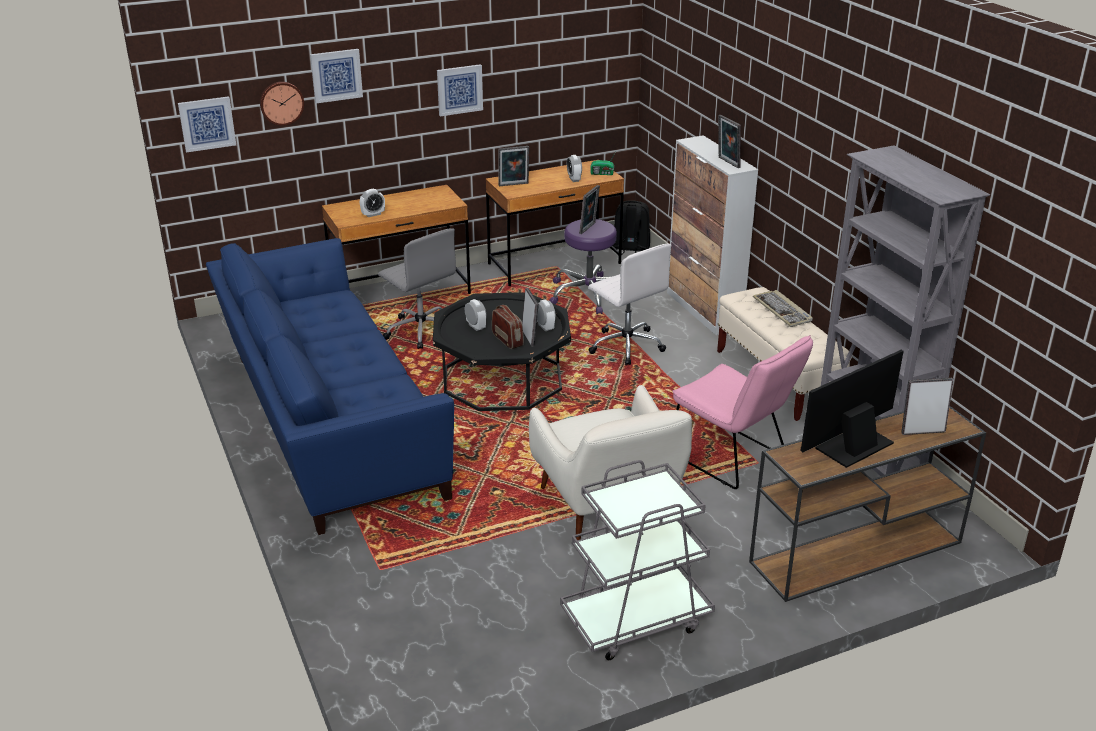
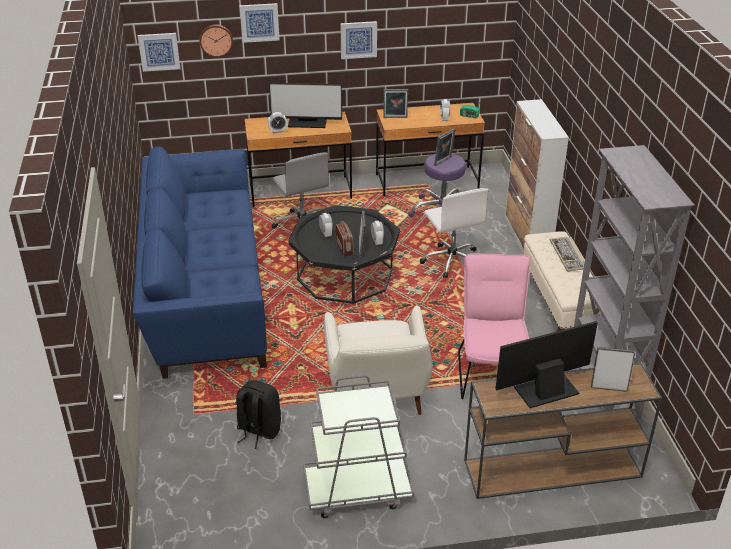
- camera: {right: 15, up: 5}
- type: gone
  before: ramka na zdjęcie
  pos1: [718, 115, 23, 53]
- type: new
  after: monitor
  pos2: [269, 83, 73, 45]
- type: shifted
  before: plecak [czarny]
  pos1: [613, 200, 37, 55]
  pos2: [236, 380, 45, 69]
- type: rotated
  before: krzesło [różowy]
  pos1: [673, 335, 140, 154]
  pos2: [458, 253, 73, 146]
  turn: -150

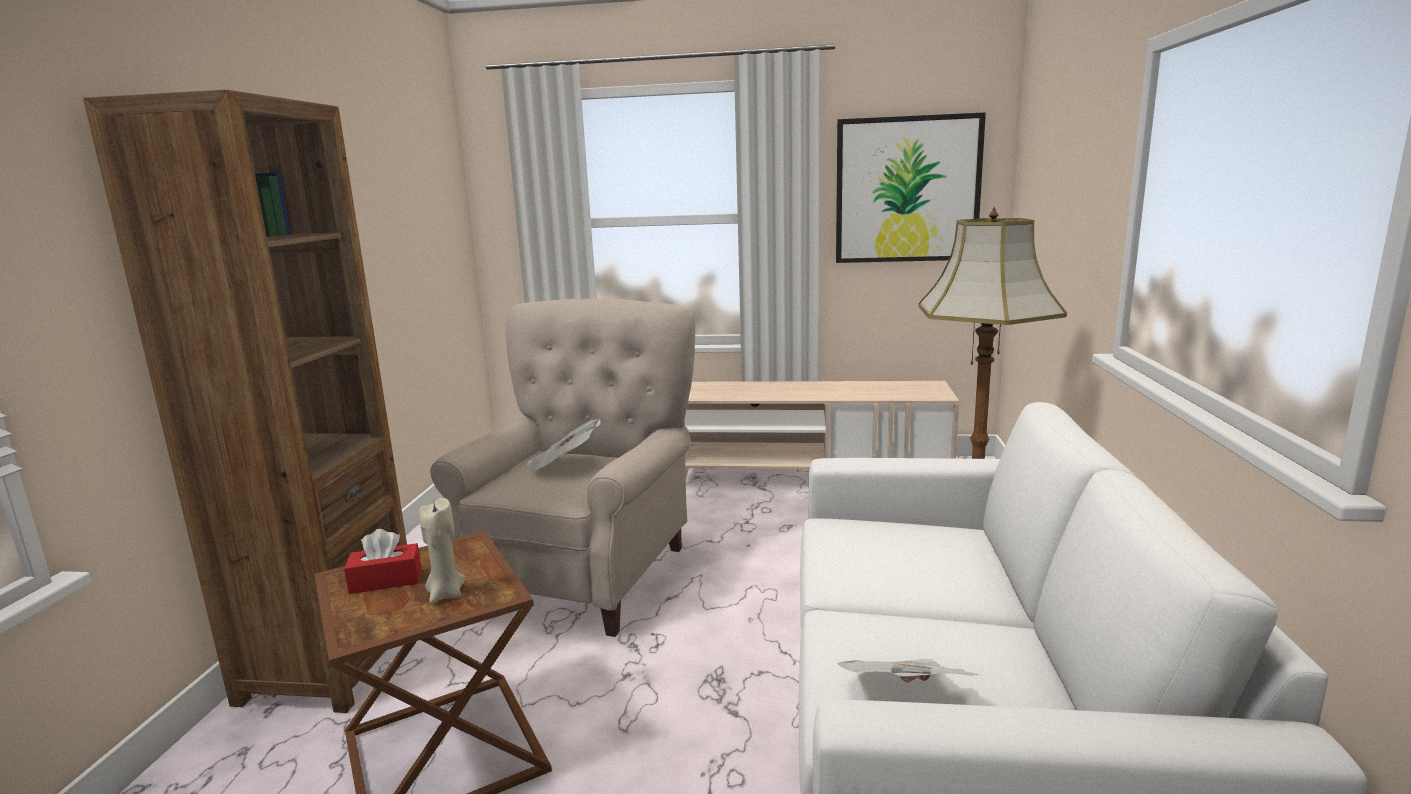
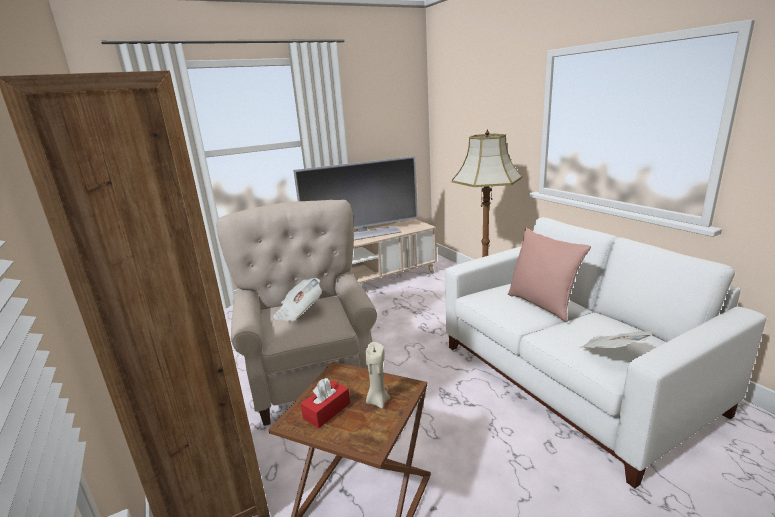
- camera: {right: -35, up: 5}
- type: gone
  before: obraz
  pos1: [836, 112, 150, 151]
- type: new
  after: telewizor
  pos2: [293, 156, 125, 84]
- type: new
  after: poduszka [różowy]
  pos2: [508, 228, 83, 94]

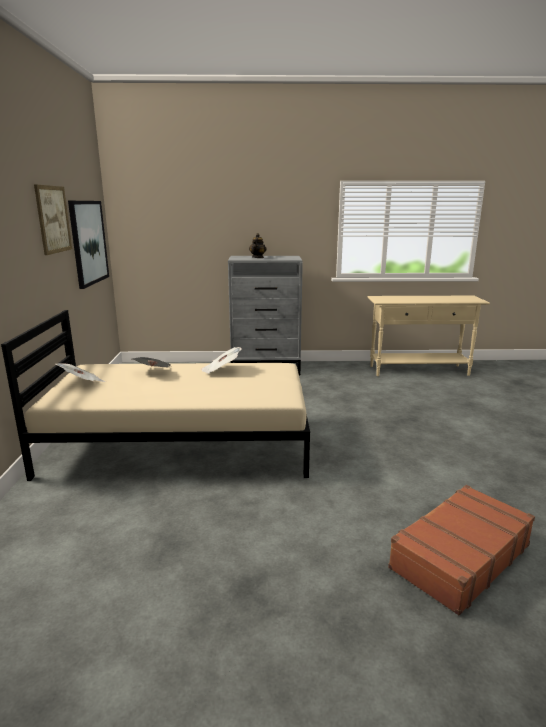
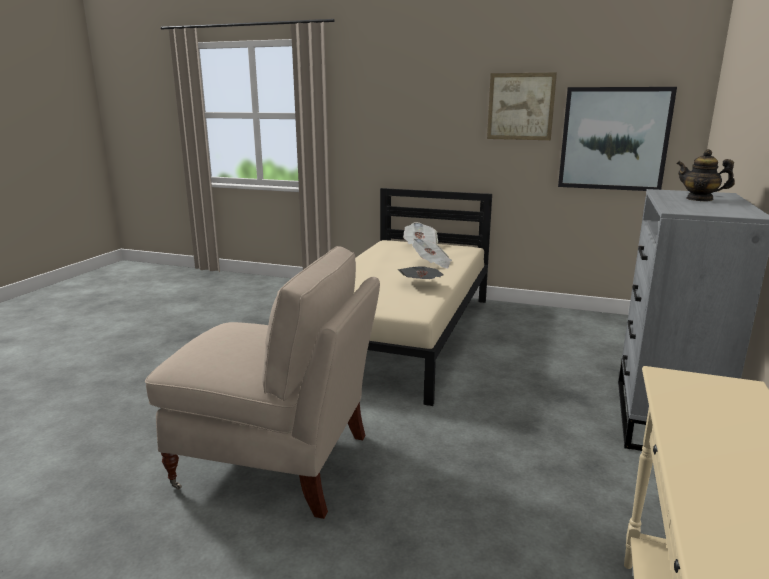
- camera: {right: 110, up: 0}
- type: gone
  before: walizka [brązowy]
  pos1: [388, 485, 147, 131]
- type: new
  after: krzesło [beżowy]
  pos2: [145, 246, 235, 273]

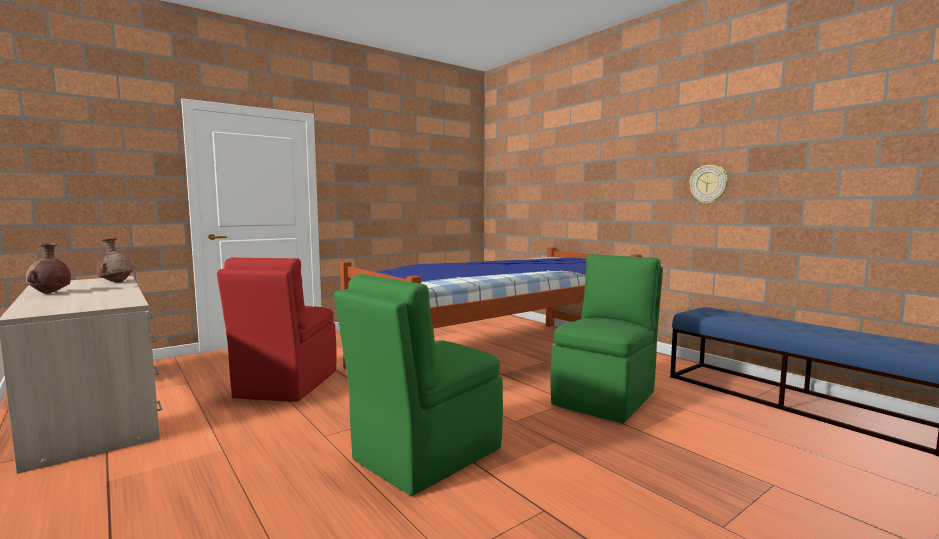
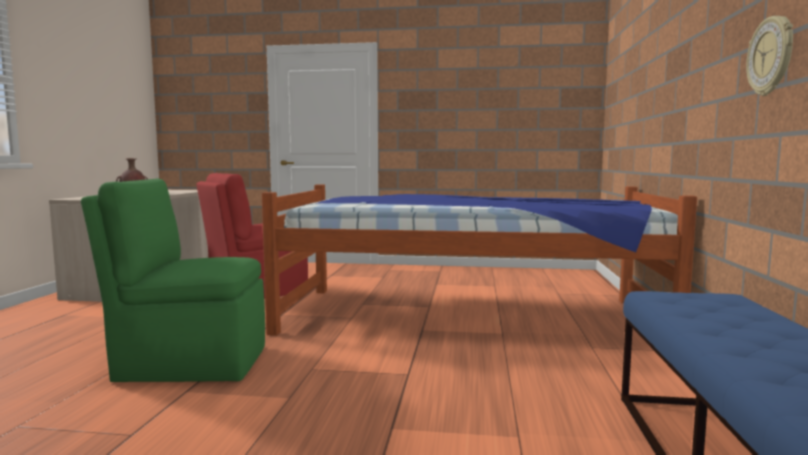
- camera: {right: 45, up: 0}
- type: gone
  before: wazon [brązowy]
  pos1: [96, 238, 38, 45]
- type: gone
  before: krzesło [zielony]
  pos1: [551, 254, 112, 169]

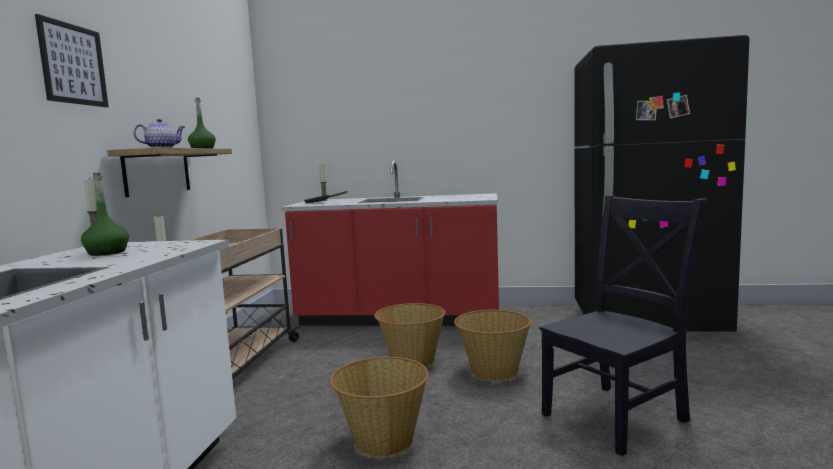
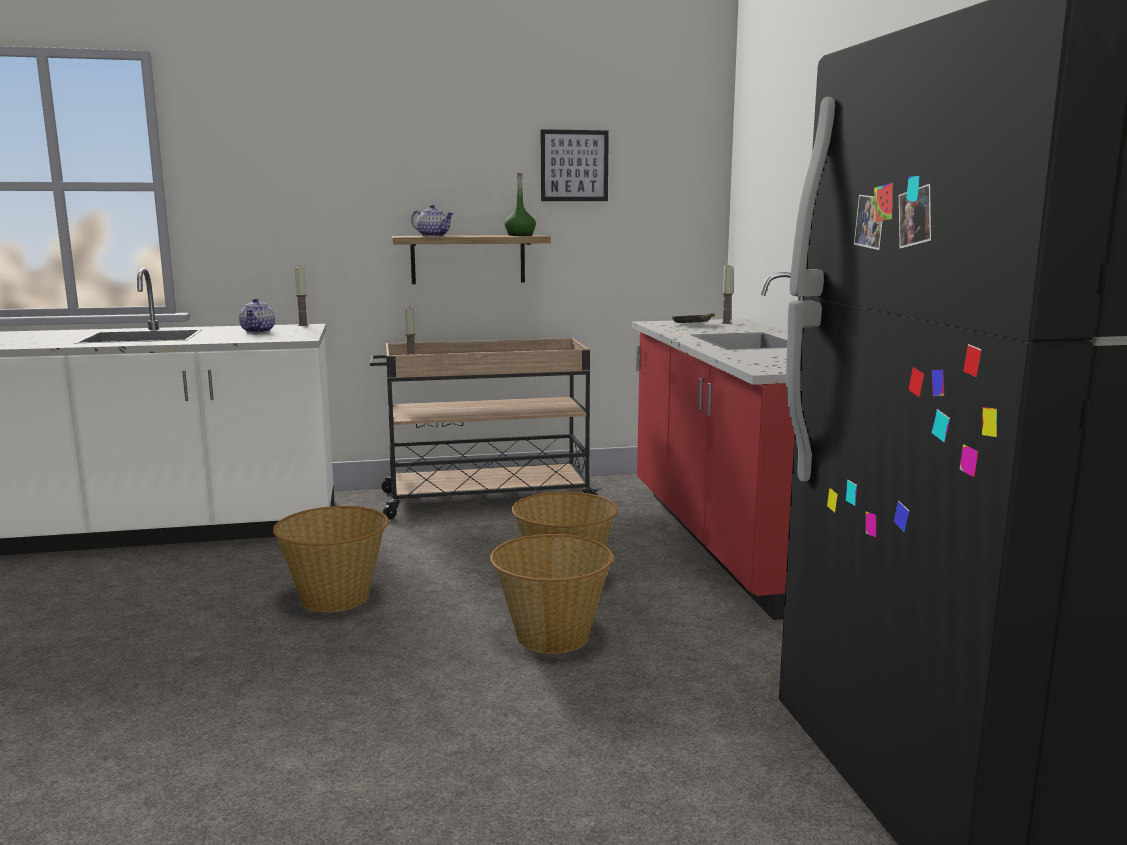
- camera: {right: 70, up: 5}
- type: gone
  before: krzesło [czarny]
  pos1: [539, 195, 168, 261]
- type: shifted
  before: obraz
  pos1: [35, 14, 74, 93]
  pos2: [540, 129, 69, 72]
- type: swapped
  before: butelka [zielony]
  after: imbryk
  pos1: [81, 173, 48, 83]
  pos2: [239, 298, 36, 35]

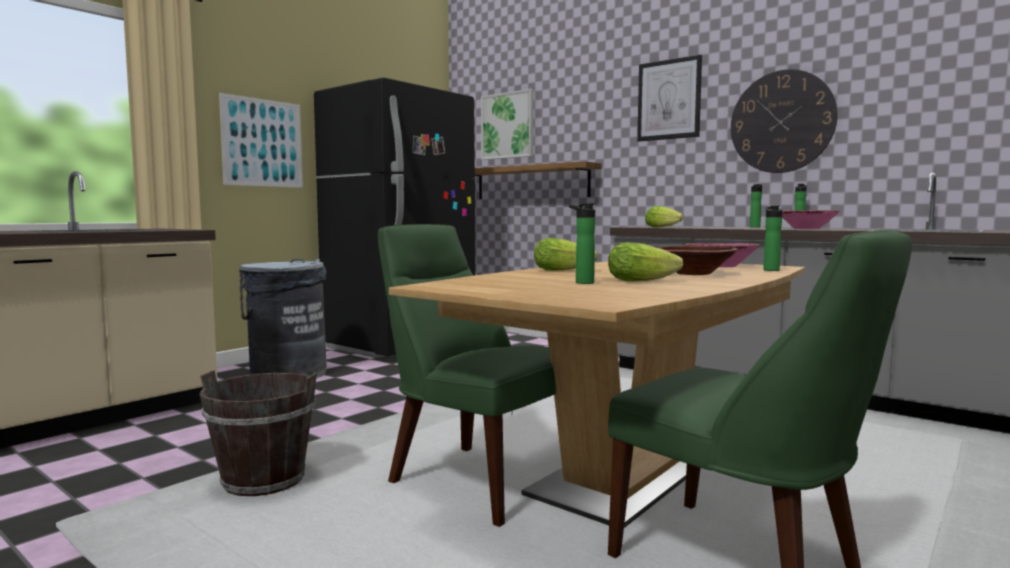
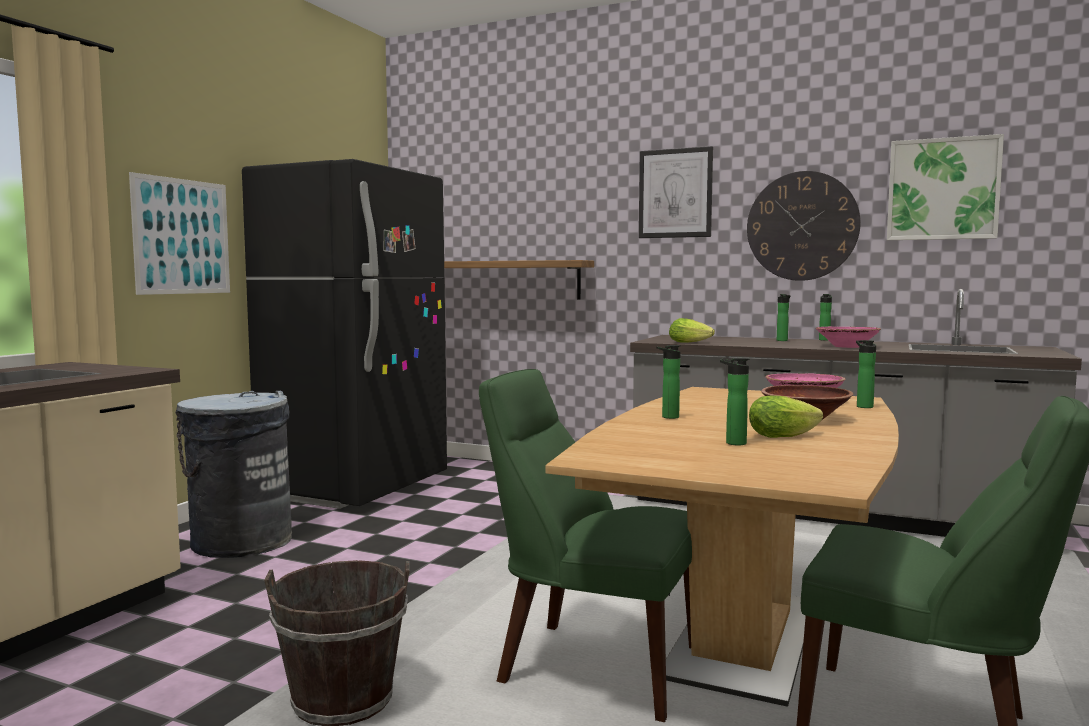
- camera: {right: -15, up: 0}
- type: shifted
  before: obraz
  pos1: [481, 89, 53, 71]
  pos2: [887, 134, 117, 106]
- type: swapped
  before: sałata
  after: butelka
  pos1: [534, 238, 64, 33]
  pos2: [656, 345, 25, 74]

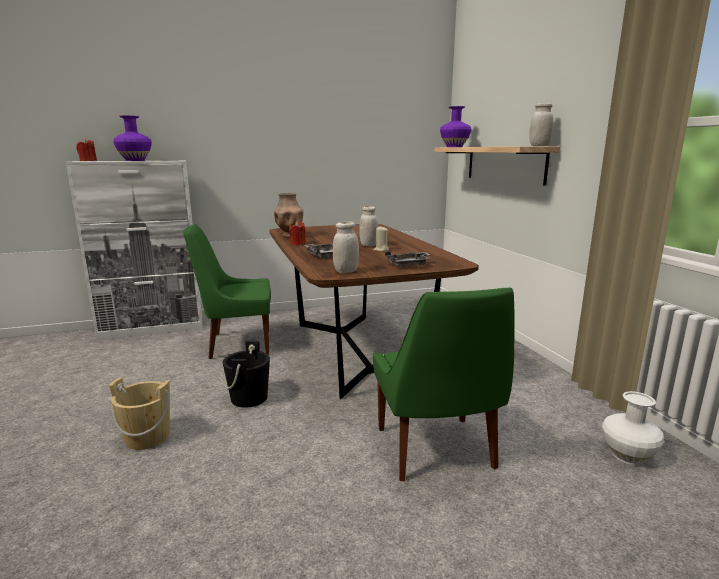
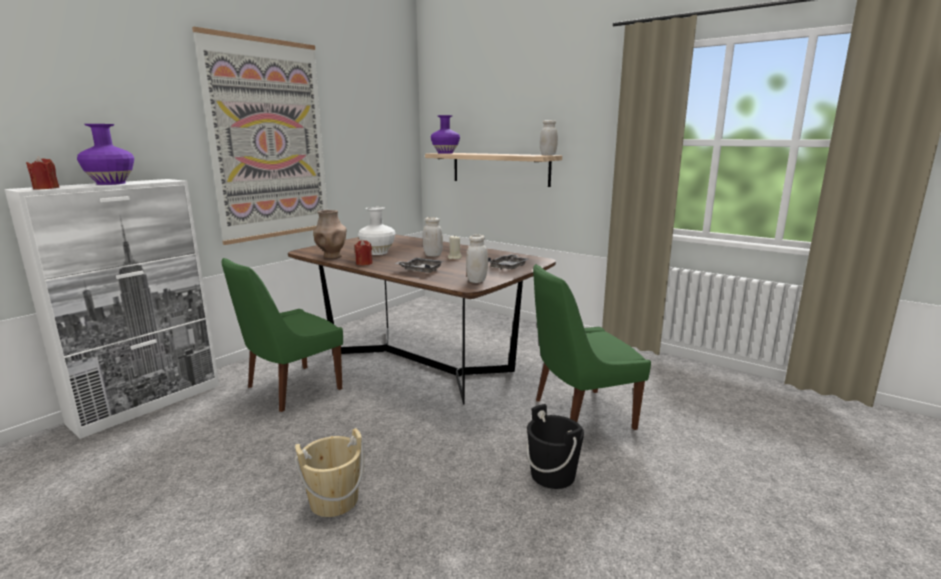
- camera: {right: -35, up: 0}
- type: new
  after: obraz
  pos2: [192, 27, 136, 218]
- type: shifted
  before: wiadro [czarny]
  pos1: [223, 341, 47, 67]
  pos2: [527, 404, 57, 85]
- type: shifted
  before: wazon [biały]
  pos1: [602, 391, 63, 74]
  pos2: [358, 207, 38, 48]
- type: rotated
  before: krzesło [zielony]
  pos1: [373, 287, 142, 194]
  pos2: [533, 264, 118, 166]
  turn: 120

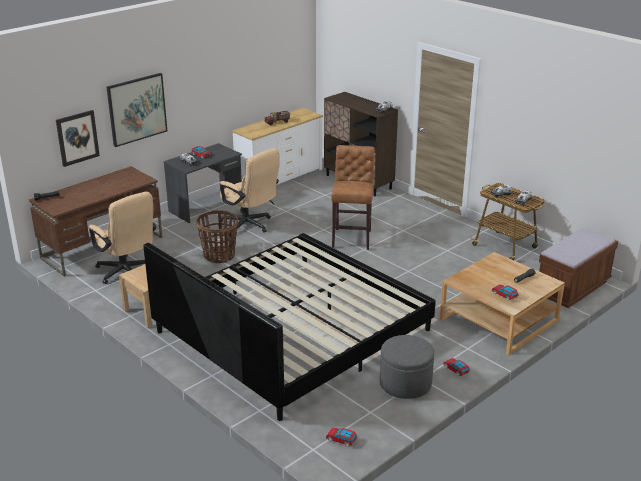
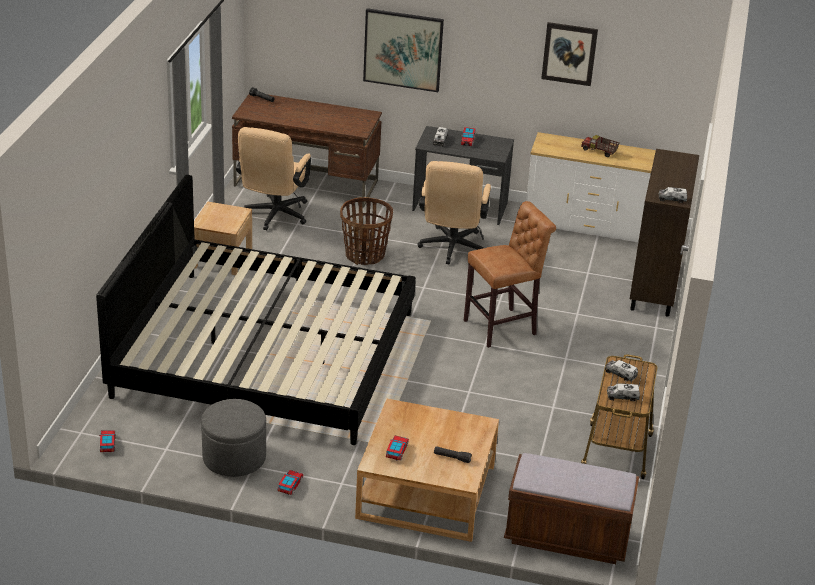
- camera: {right: 55, up: 5}
- type: shifted
  before: obraz
  pos1: [56, 110, 44, 57]
  pos2: [541, 22, 57, 64]

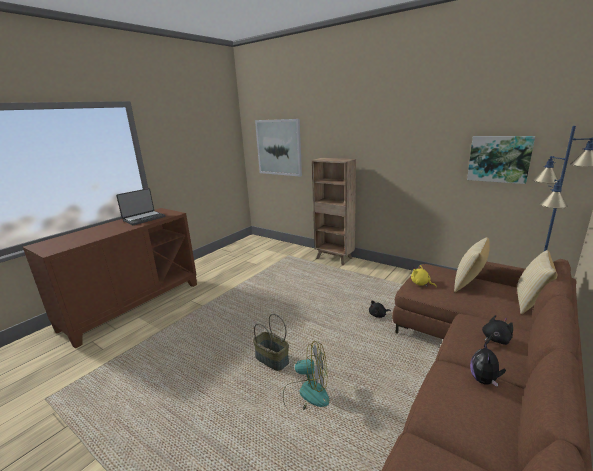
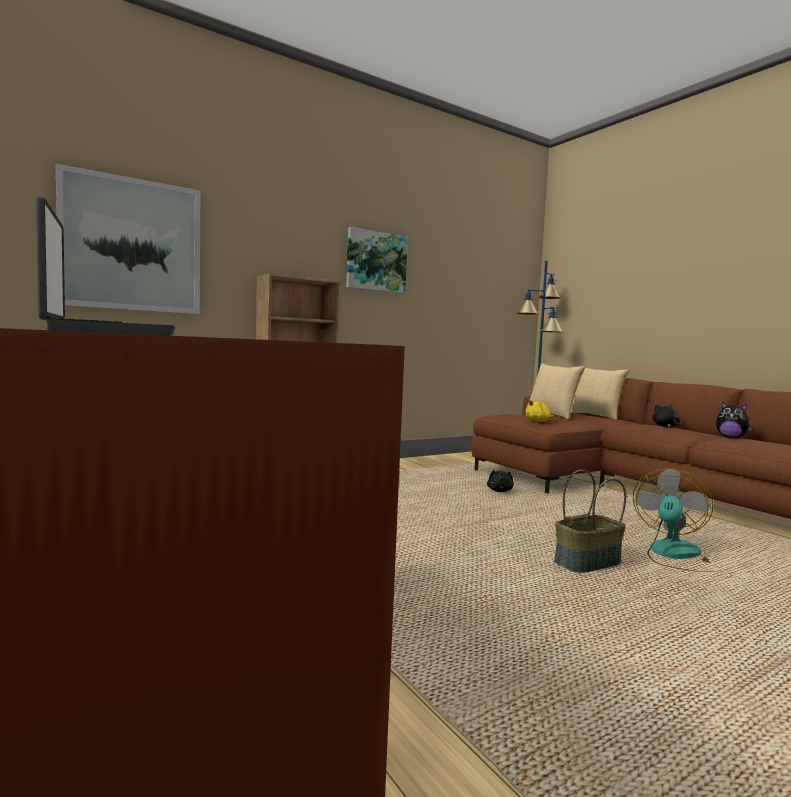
- camera: {right: -70, up: -15}
- type: shifted
  before: obraz
  pos1: [467, 136, 68, 48]
  pos2: [346, 227, 62, 66]

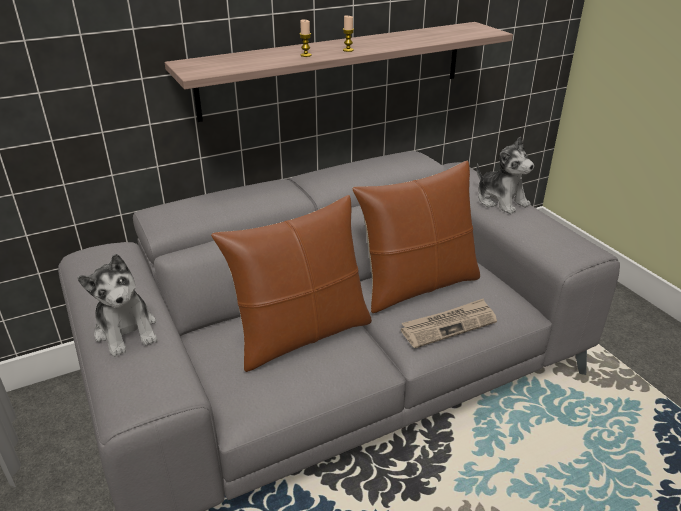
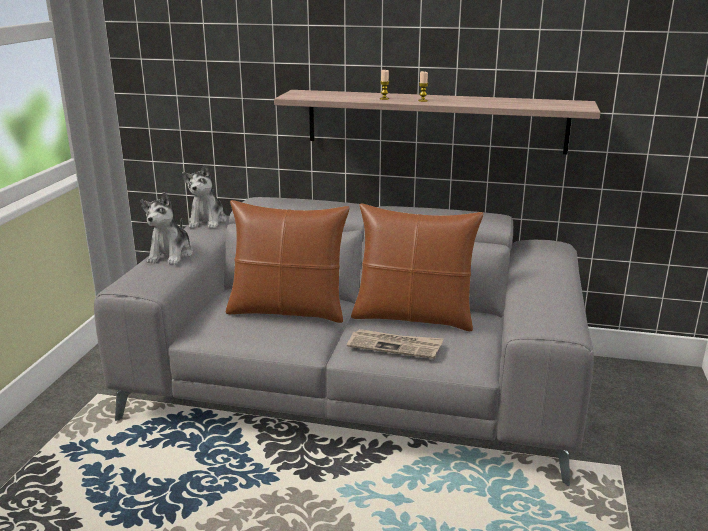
- camera: {right: 40, up: -10}
- type: shifted
  before: pluszak
  pos1: [477, 137, 57, 77]
  pos2: [182, 164, 45, 64]

